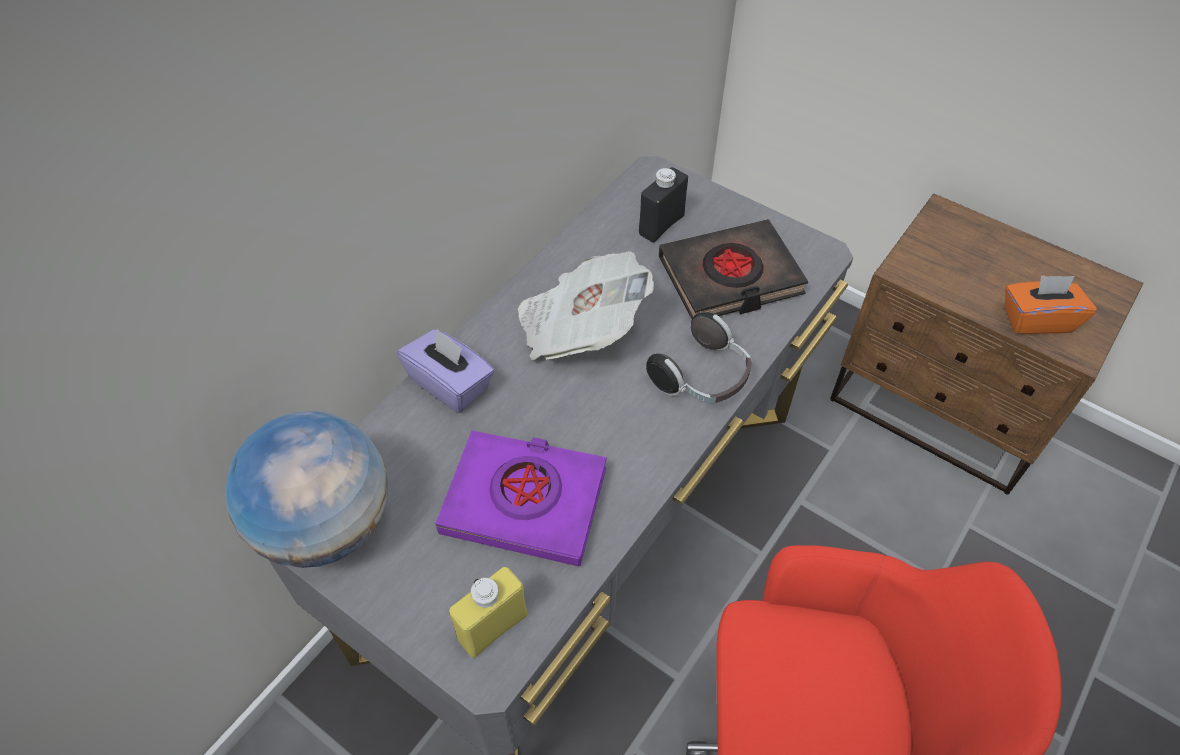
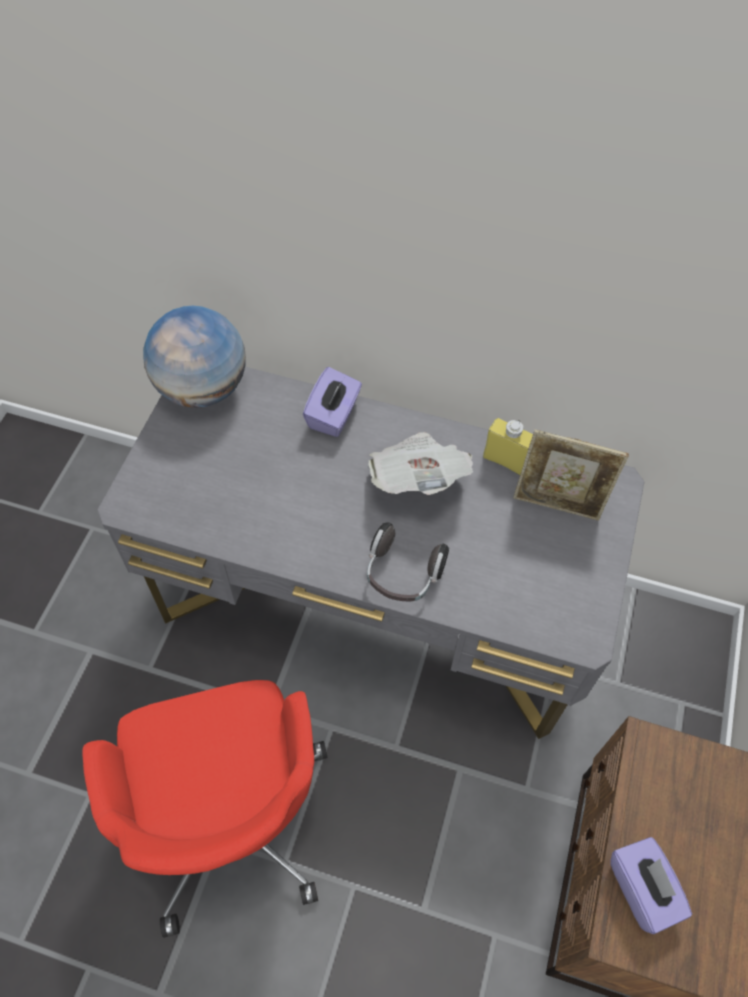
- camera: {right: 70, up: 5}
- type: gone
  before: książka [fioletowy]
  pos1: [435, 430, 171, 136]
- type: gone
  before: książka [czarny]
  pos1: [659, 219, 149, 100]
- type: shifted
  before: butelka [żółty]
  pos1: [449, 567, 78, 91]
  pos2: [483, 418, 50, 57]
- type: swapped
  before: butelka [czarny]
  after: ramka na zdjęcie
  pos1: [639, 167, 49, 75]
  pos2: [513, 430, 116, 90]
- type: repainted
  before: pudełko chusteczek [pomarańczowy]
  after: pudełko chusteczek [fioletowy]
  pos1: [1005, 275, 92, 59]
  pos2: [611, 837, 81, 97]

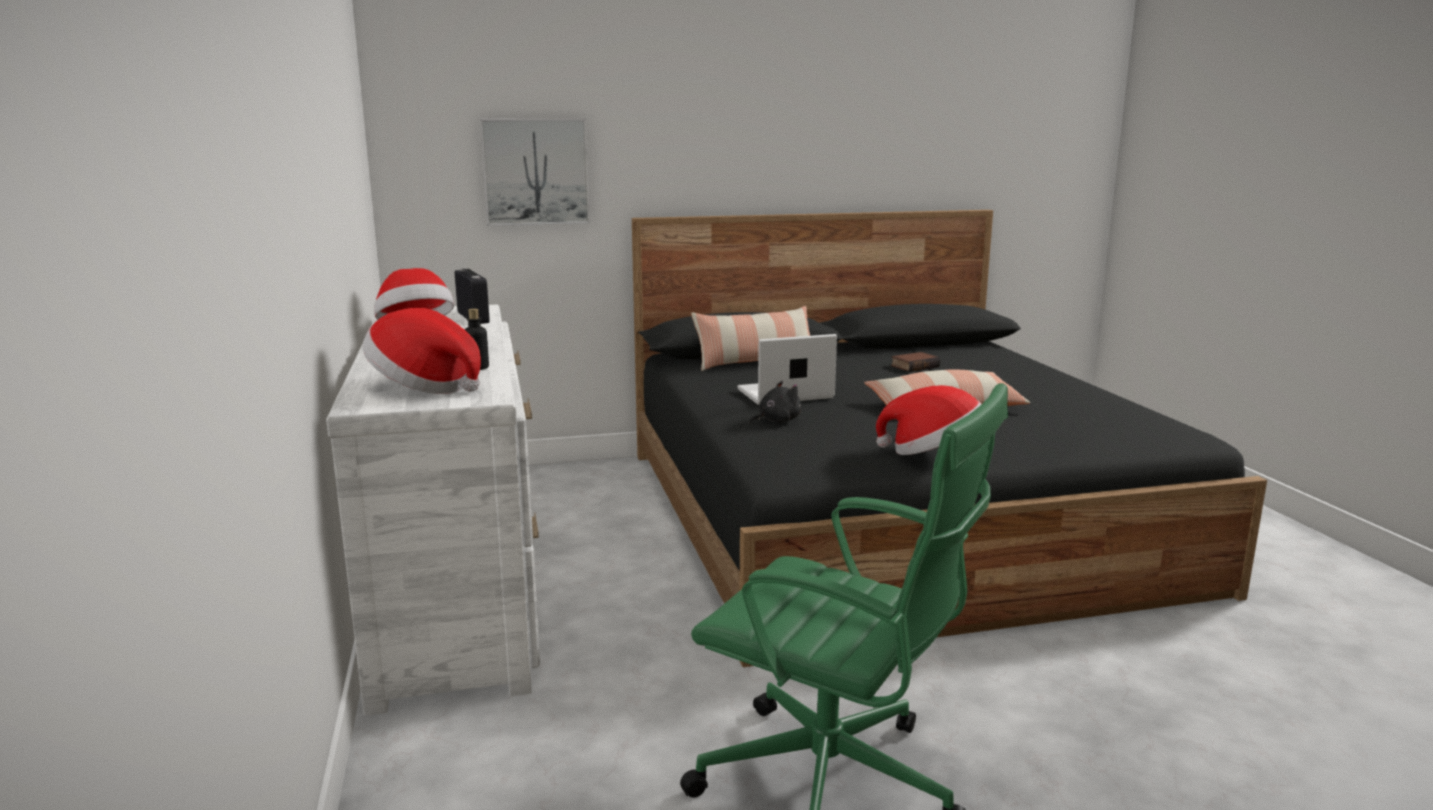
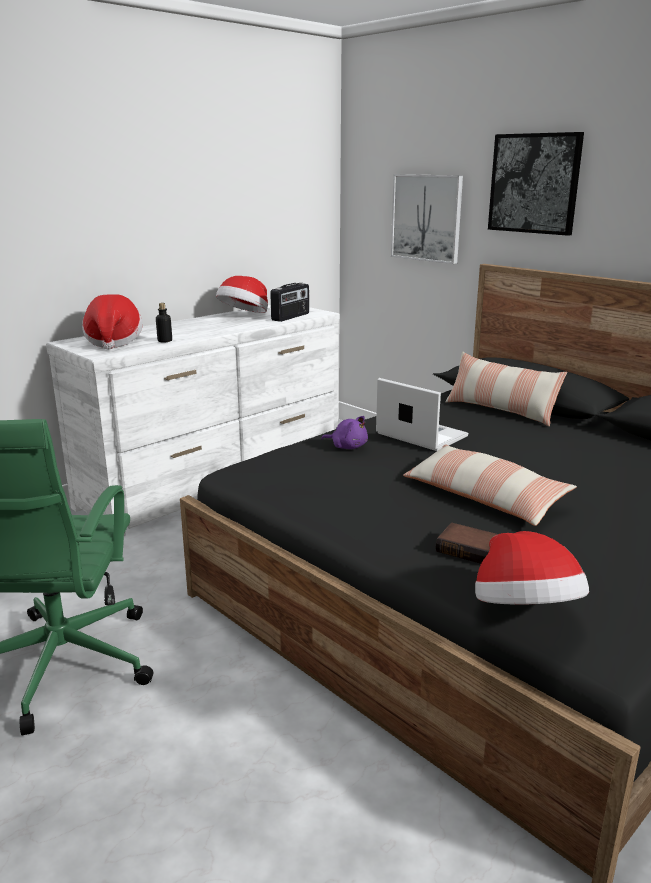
- camera: {right: 60, up: 5}
- type: new
  after: obraz
  pos2: [488, 132, 96, 104]
- type: shifted
  before: kapelusz
  pos1: [876, 385, 105, 70]
  pos2: [475, 531, 114, 74]
- type: shifted
  before: książka
  pos1: [891, 352, 49, 20]
  pos2: [436, 522, 62, 42]
- type: repainted
  before: pluszak [czarny]
  after: pluszak [fioletowy]
  pos1: [748, 381, 53, 43]
  pos2: [321, 416, 47, 33]

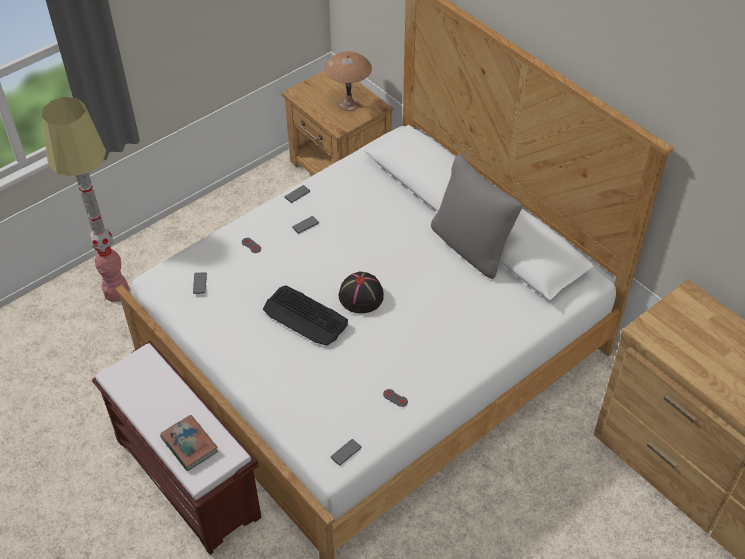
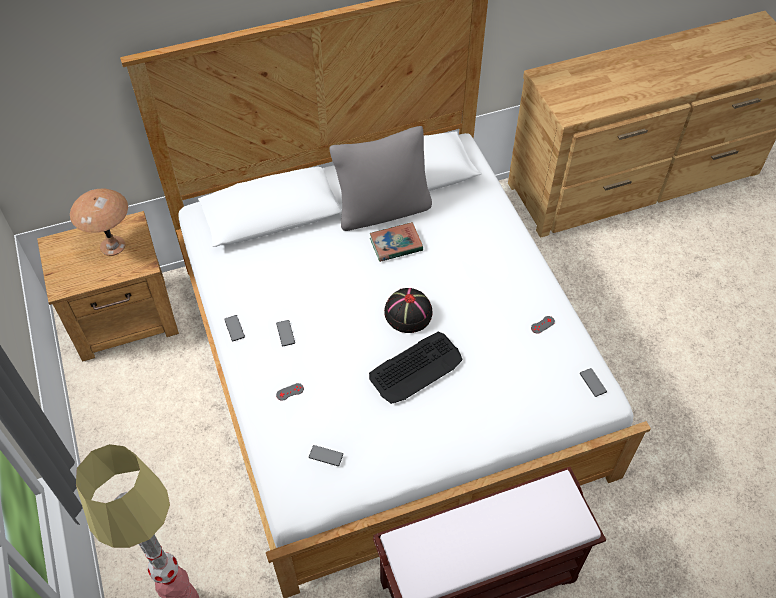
- camera: {right: -70, up: 5}
- type: shifted
  before: książka
  pos1: [160, 415, 58, 56]
  pos2: [370, 222, 53, 40]

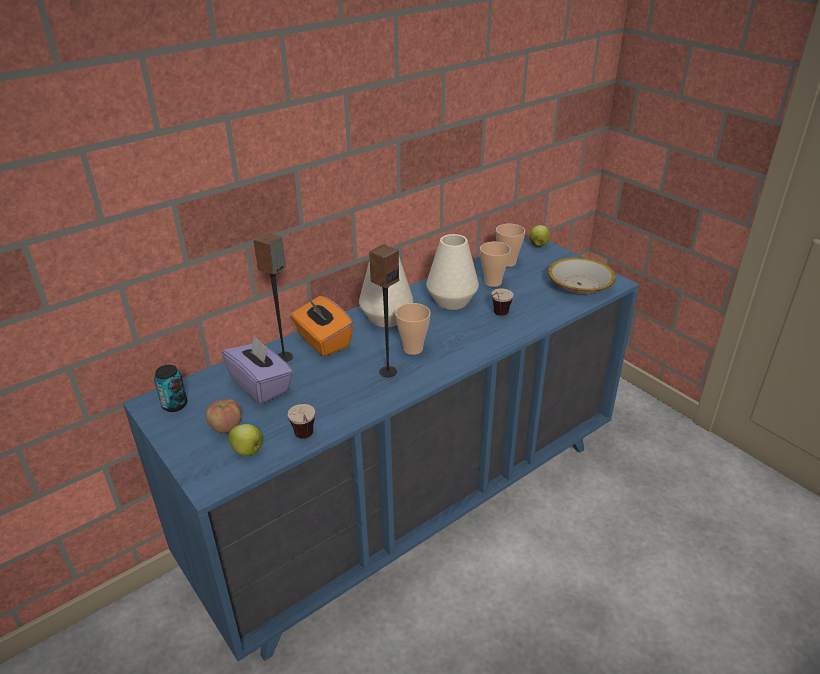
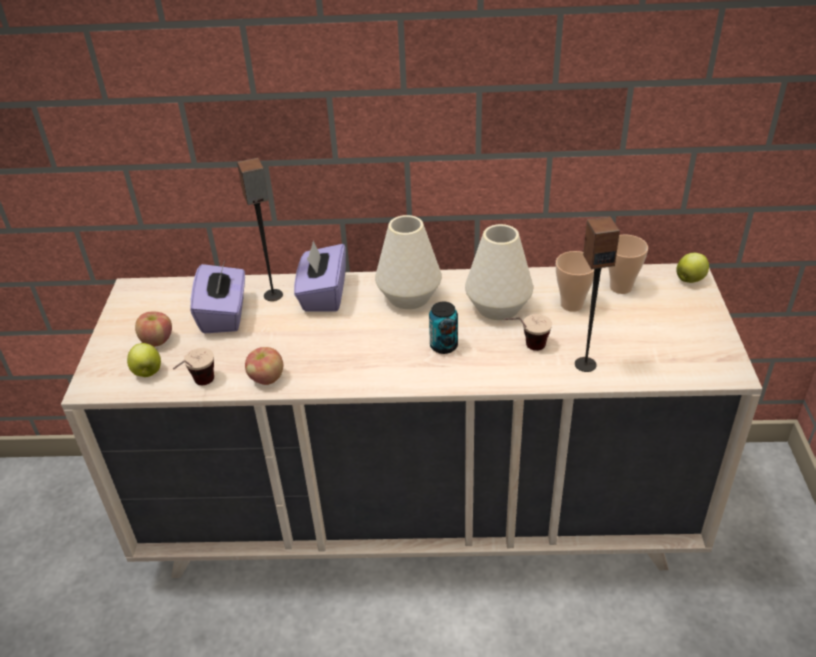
- camera: {right: 40, up: 5}
- type: gone
  before: filiżanka
  pos1: [395, 303, 36, 52]
- type: gone
  before: miska
  pos1: [548, 257, 68, 38]
- type: new
  after: jabłko
  pos2: [245, 347, 38, 38]
- type: shifted
  before: puszka
  pos1: [154, 365, 33, 47]
  pos2: [429, 302, 29, 52]
- type: shifted
  before: głośnik
  pos1: [369, 244, 30, 133]
  pos2: [575, 217, 45, 155]
- type: repainted
  before: komoda [niebieski]
  after: komoda [beżowy]
  pos1: [123, 237, 516, 424]
  pos2: [61, 263, 701, 315]
- type: repainted
  before: pudełko chusteczek [pomarańczowy]
  after: pudełko chusteczek [fioletowy]
  pos1: [291, 296, 63, 61]
  pos2: [294, 241, 52, 71]

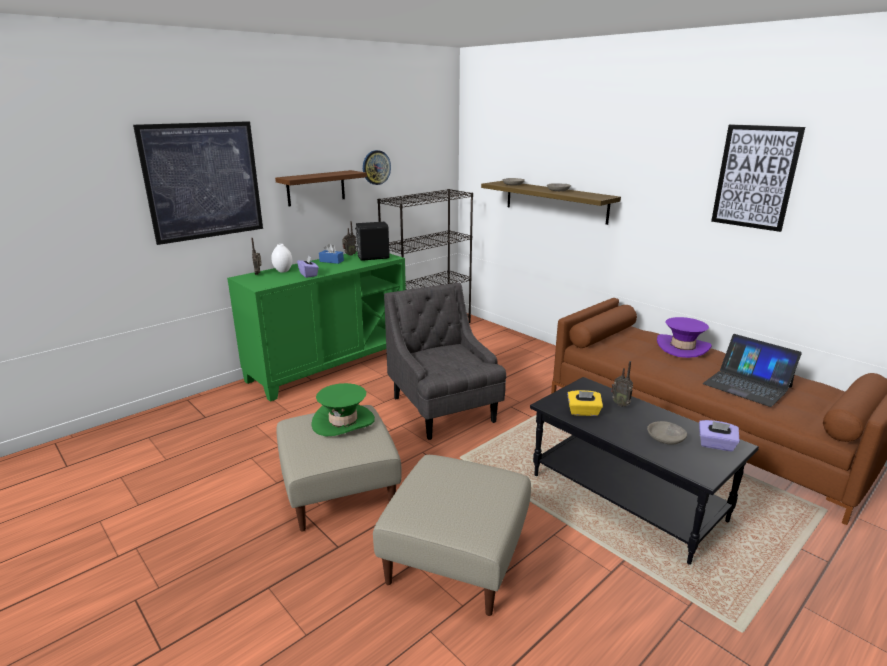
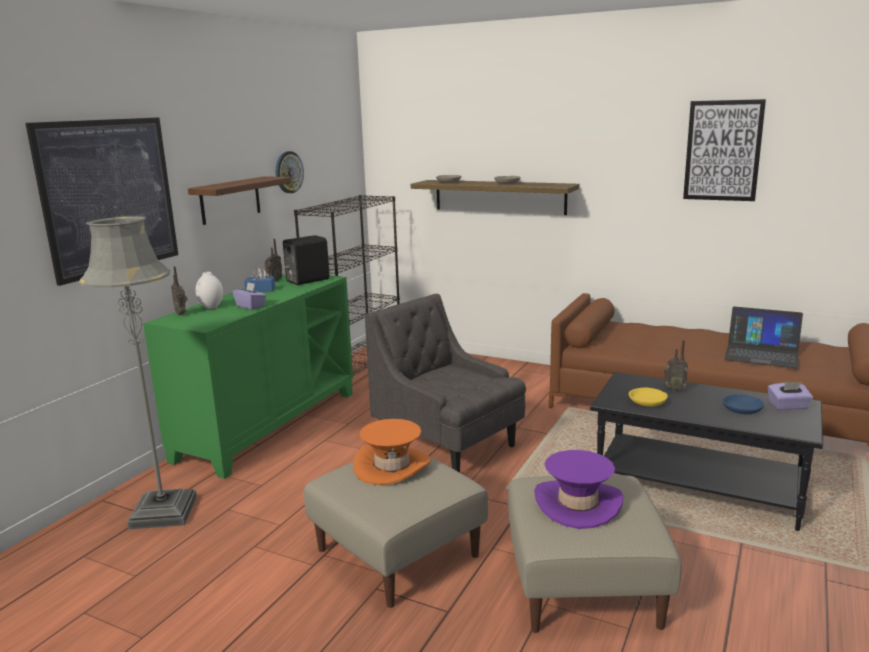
- camera: {right: -20, up: -5}
- type: new
  after: lampa stojąca [szary]
  pos2: [79, 215, 118, 315]
- type: shifted
  before: kapelusz [fioletowy]
  pos1: [657, 317, 55, 41]
  pos2: [534, 450, 89, 79]
- type: swapped
  before: pudełko chusteczek [żółty]
  after: miska [żółty]
  pos1: [567, 390, 36, 26]
  pos2: [629, 387, 39, 20]
- type: repainted
  before: kapelusz [zielony]
  after: kapelusz [pomarańczowy]
  pos1: [311, 383, 64, 53]
  pos2: [353, 419, 78, 66]
- type: repainted
  before: miska [szary]
  after: miska [niebieski]
  pos1: [647, 421, 40, 23]
  pos2: [722, 394, 42, 20]

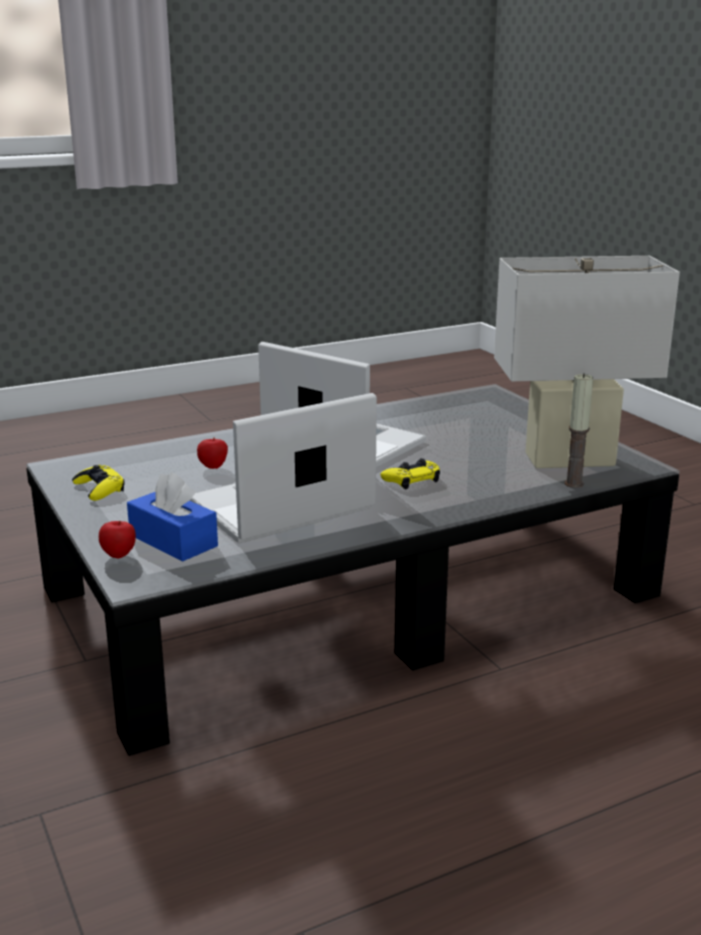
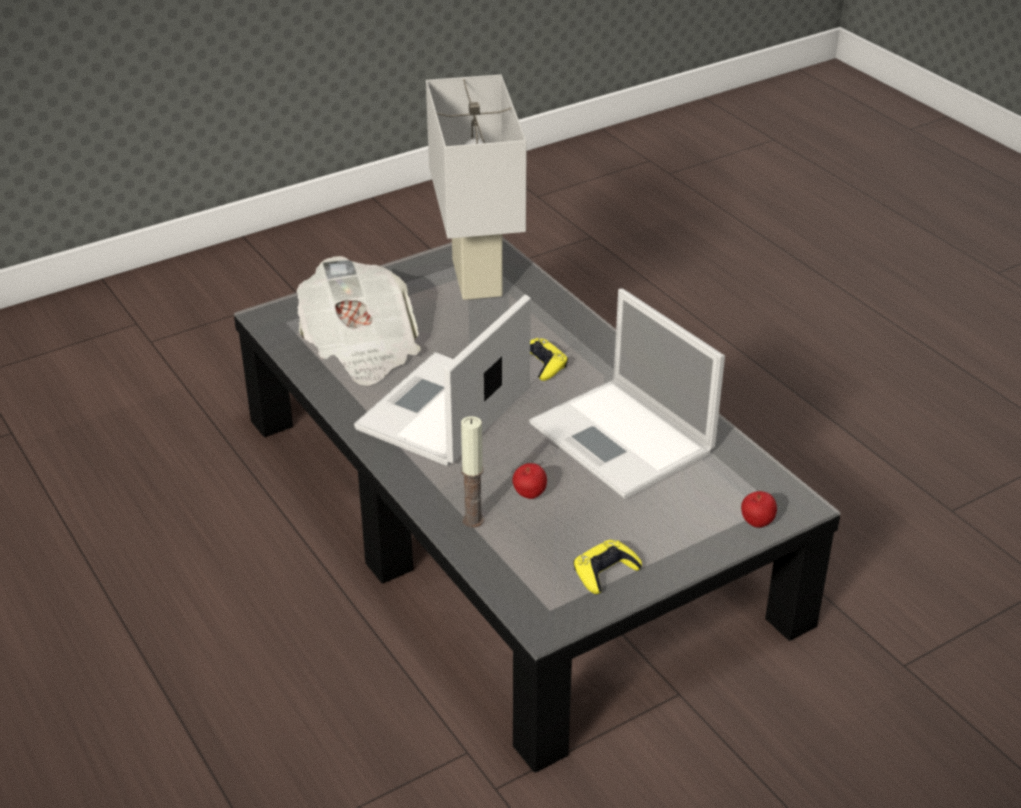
- camera: {right: -95, up: 15}
- type: gone
  before: pudełko chusteczek [niebieski]
  pos1: [127, 472, 91, 89]
- type: new
  after: gazeta
  pos2: [297, 256, 124, 130]
- type: shifted
  before: świeca
  pos1: [564, 373, 29, 115]
  pos2: [461, 416, 23, 112]

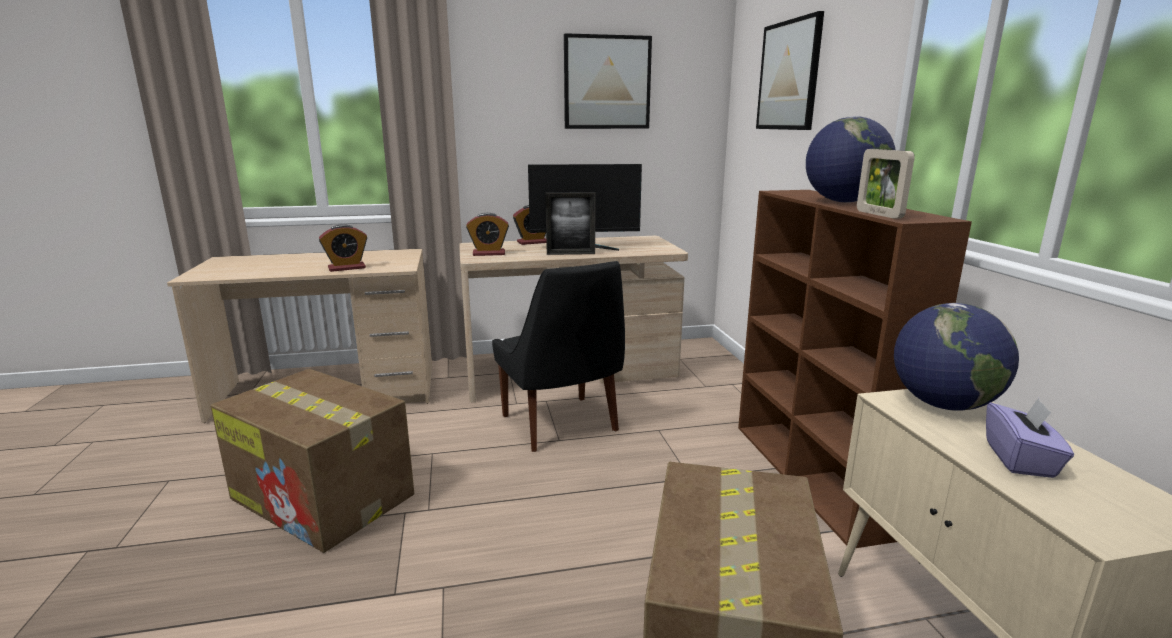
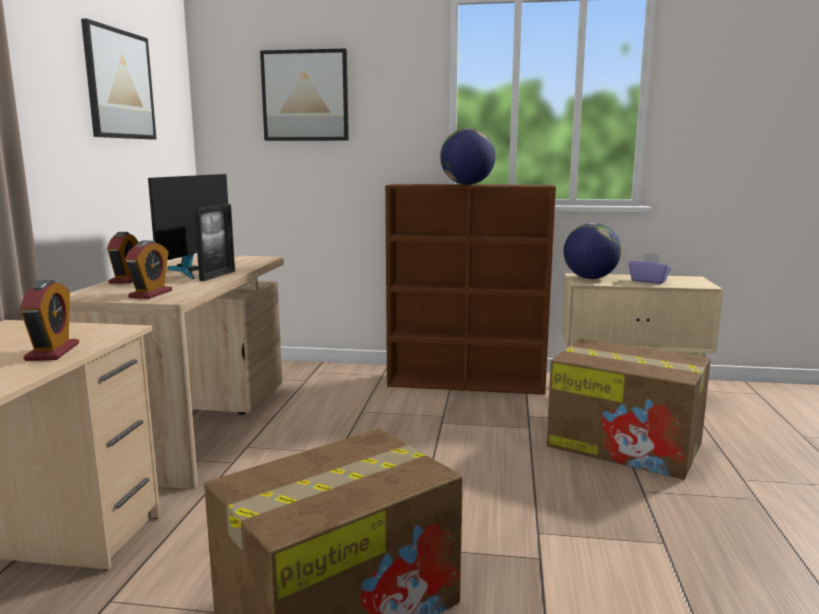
- camera: {right: -70, up: -5}
- type: gone
  before: krzesło [czarny]
  pos1: [492, 261, 133, 191]
- type: gone
  before: ramka na zdjęcie
  pos1: [857, 149, 58, 70]

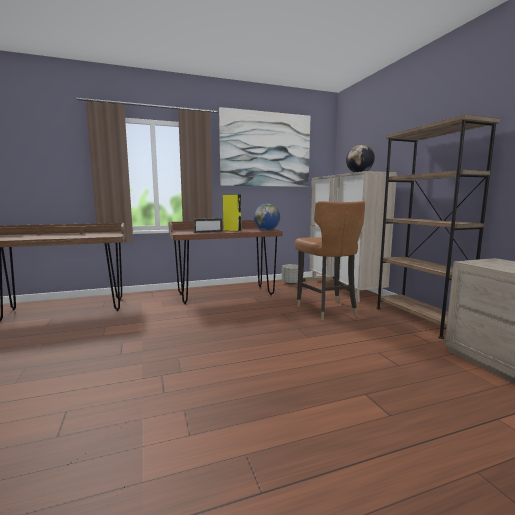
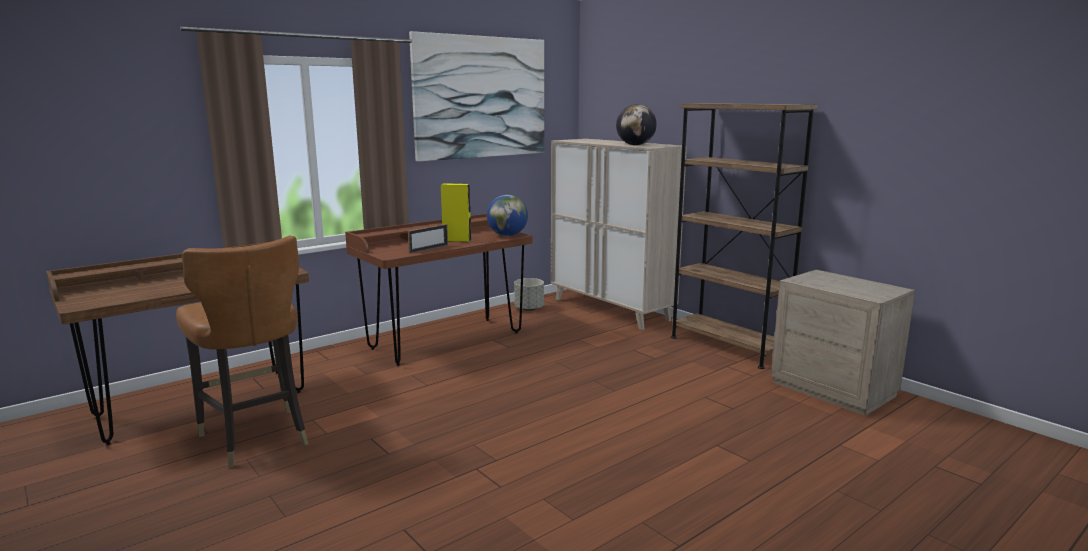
- camera: {right: -20, up: 5}
- type: shifted
  before: krzesło [brązowy]
  pos1: [295, 201, 70, 119]
  pos2: [176, 236, 132, 232]

